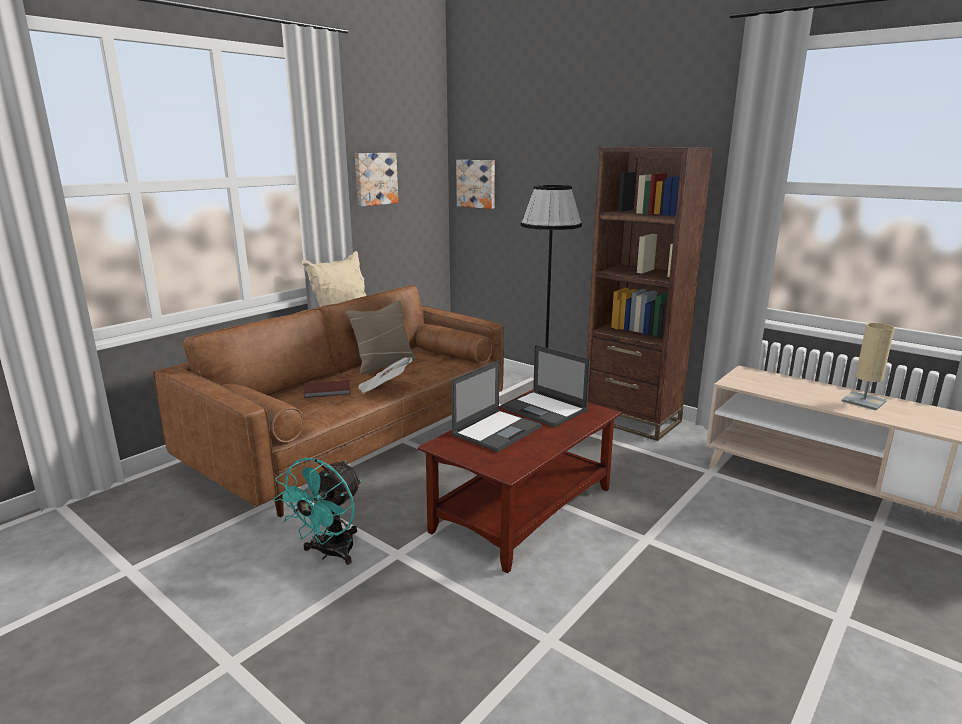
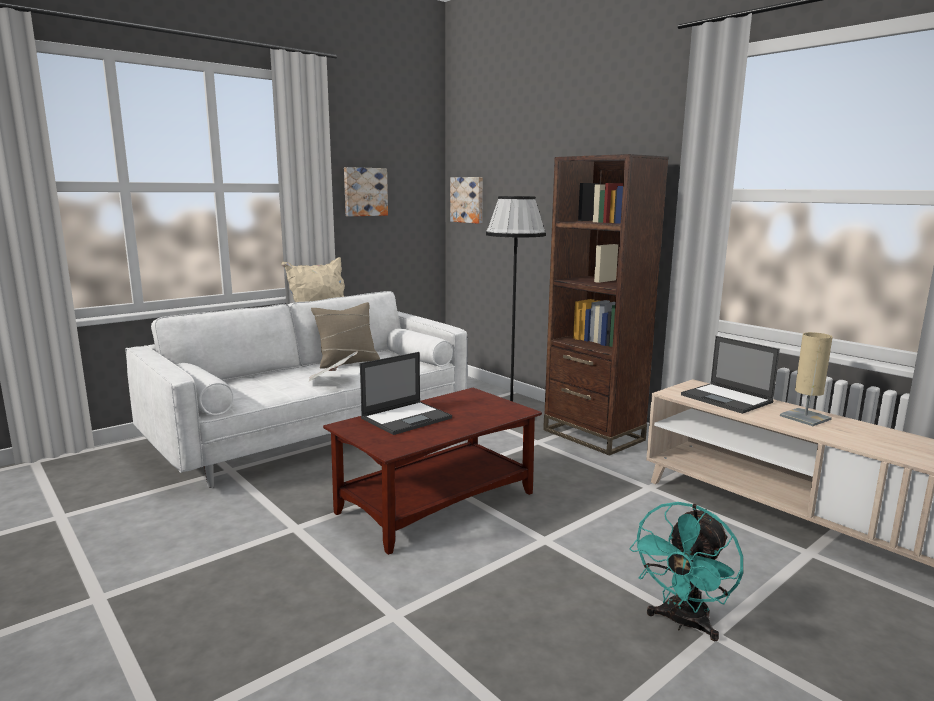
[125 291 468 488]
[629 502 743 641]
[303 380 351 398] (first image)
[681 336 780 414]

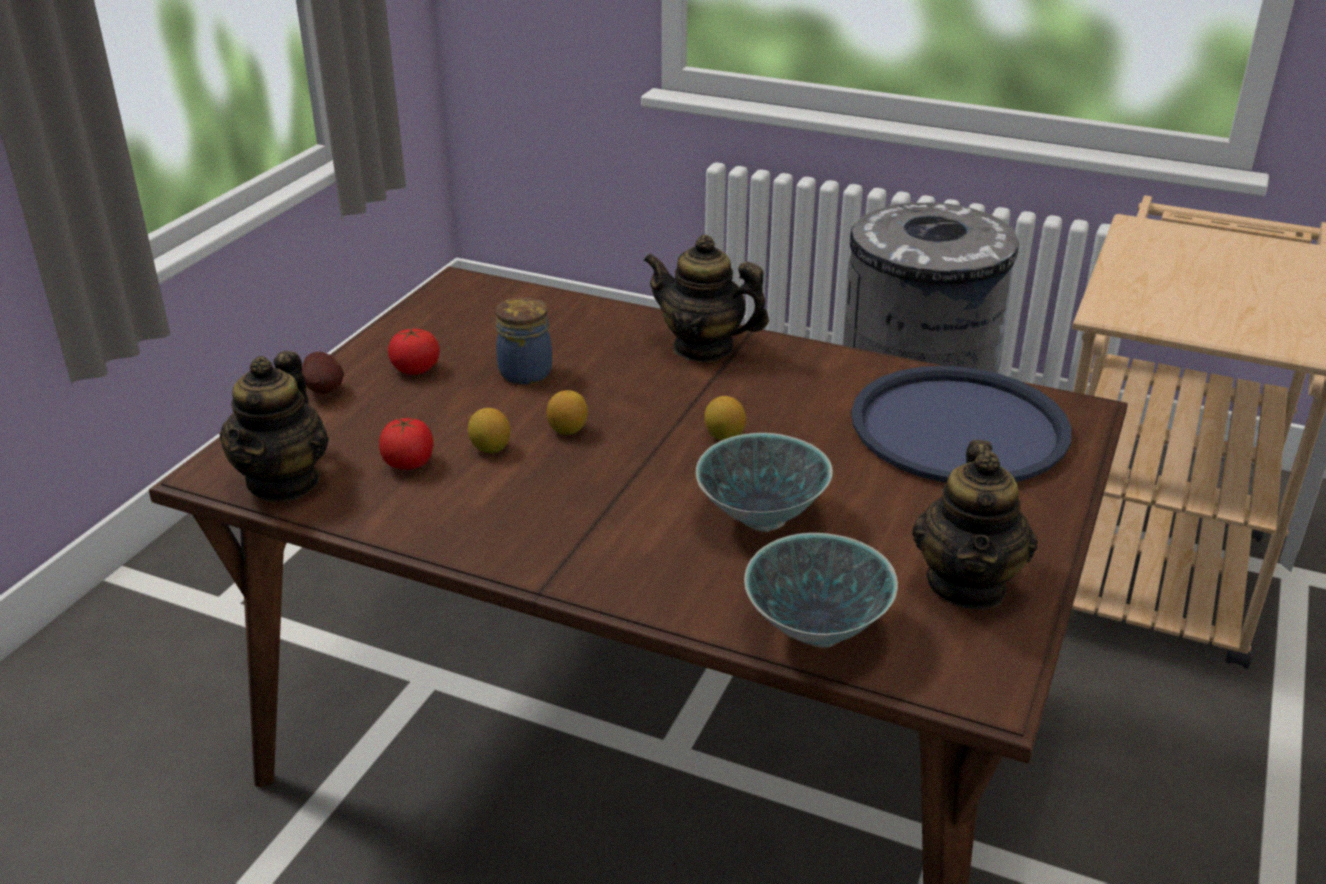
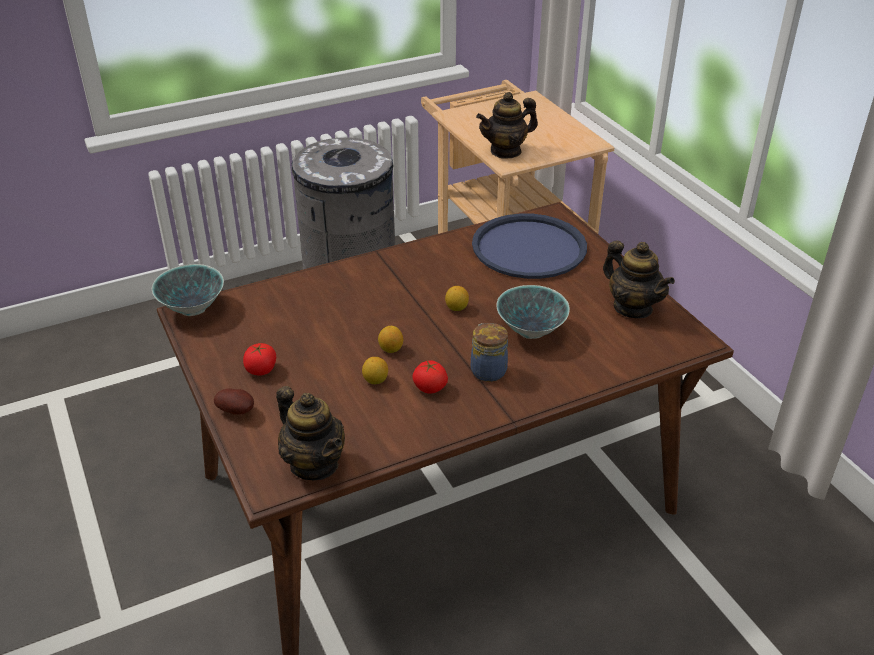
[412 360 448 394]
[471 323 508 382]
[476 92 538 159]
[152 264 224 316]

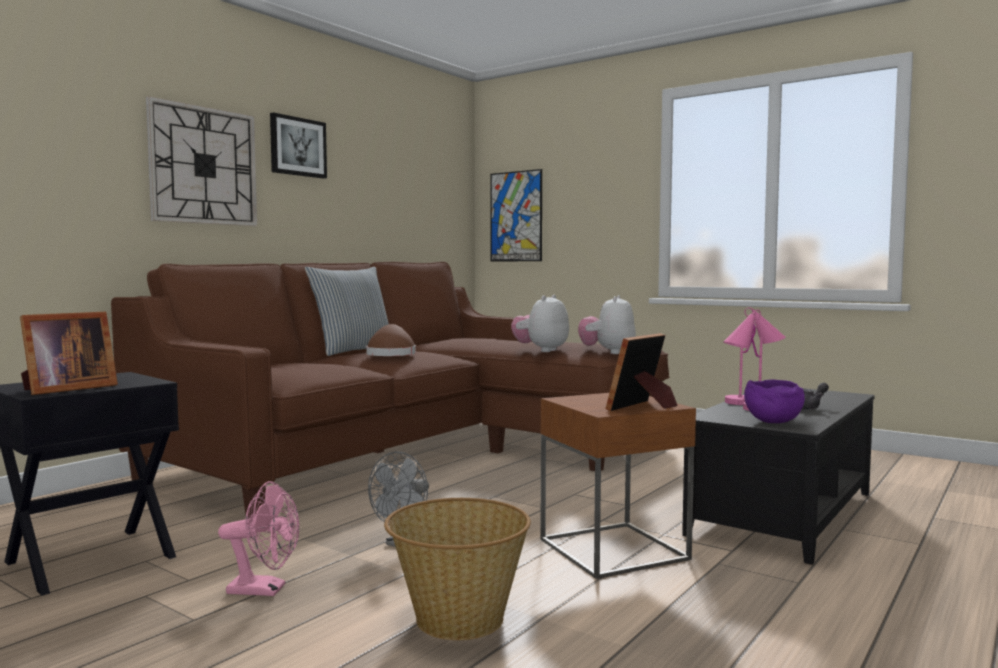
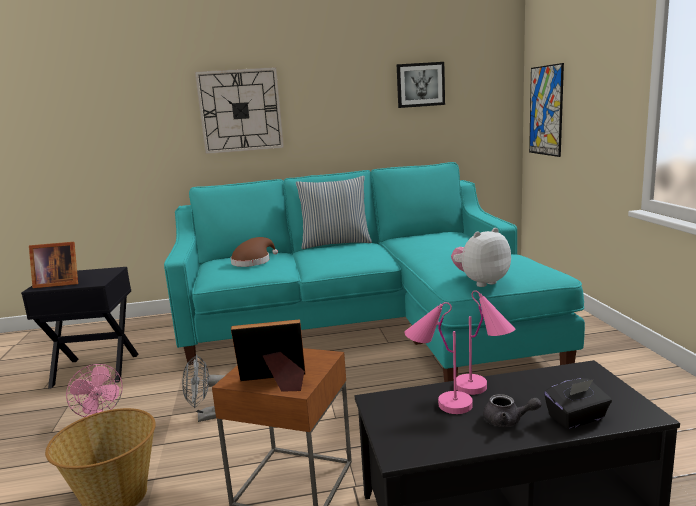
[164 162 585 382]
[397 62 445 108]
[231 237 278 267]
[511 295 569 352] (first image)
[744 380 805 423] (first image)
[544 378 612 429]

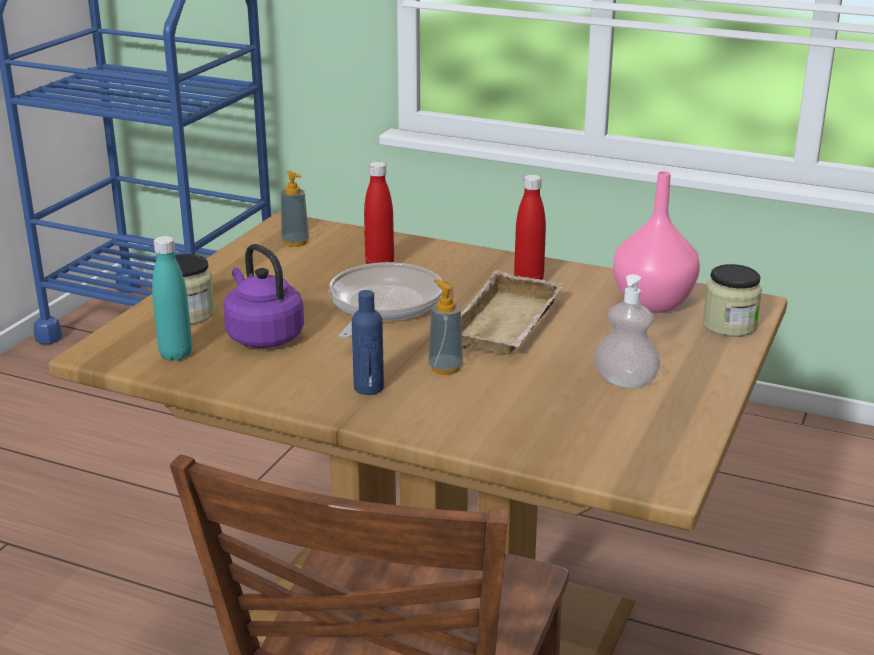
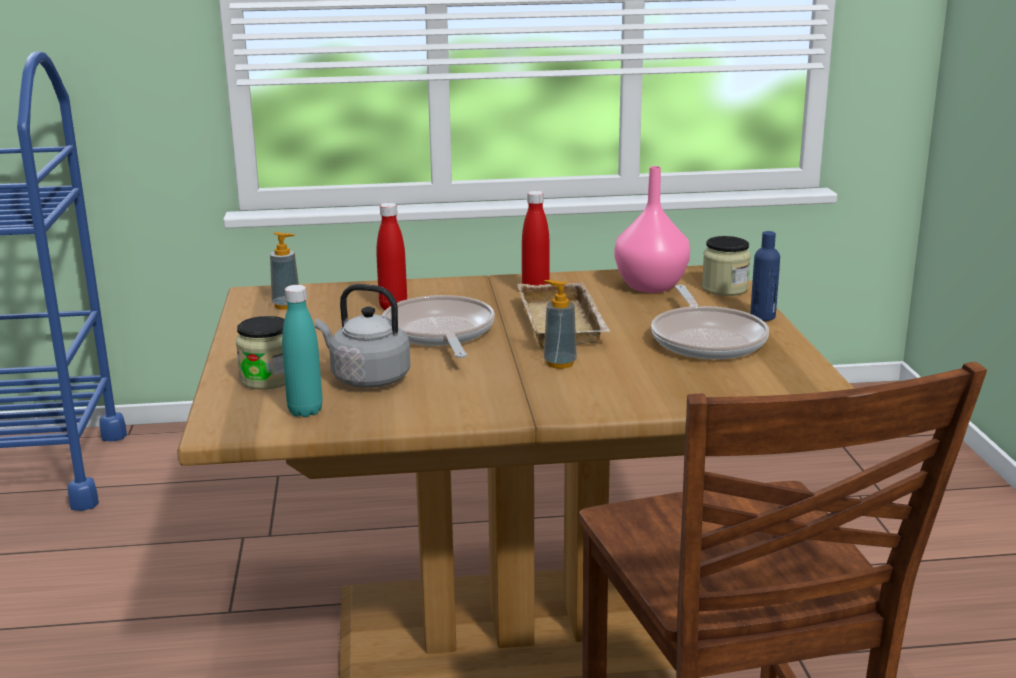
[315 284 410 388]
[750 231 780 321]
[651 285 769 359]

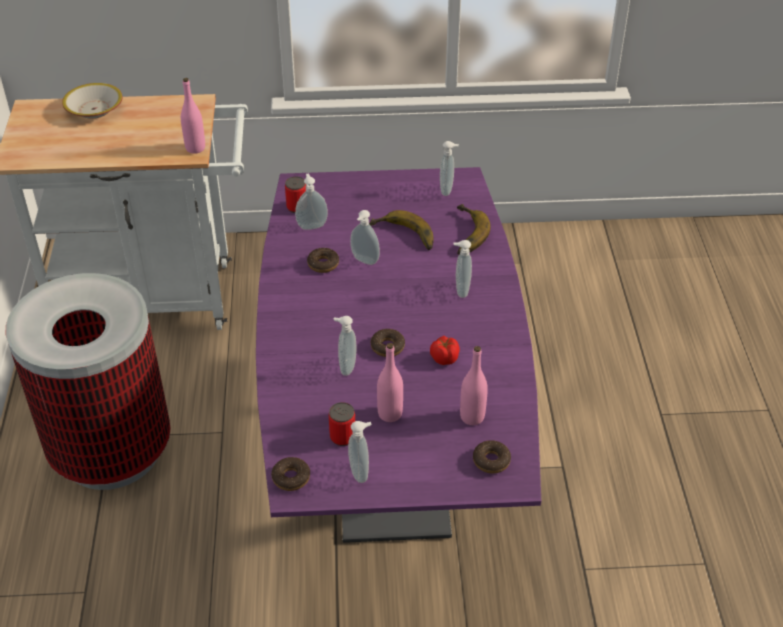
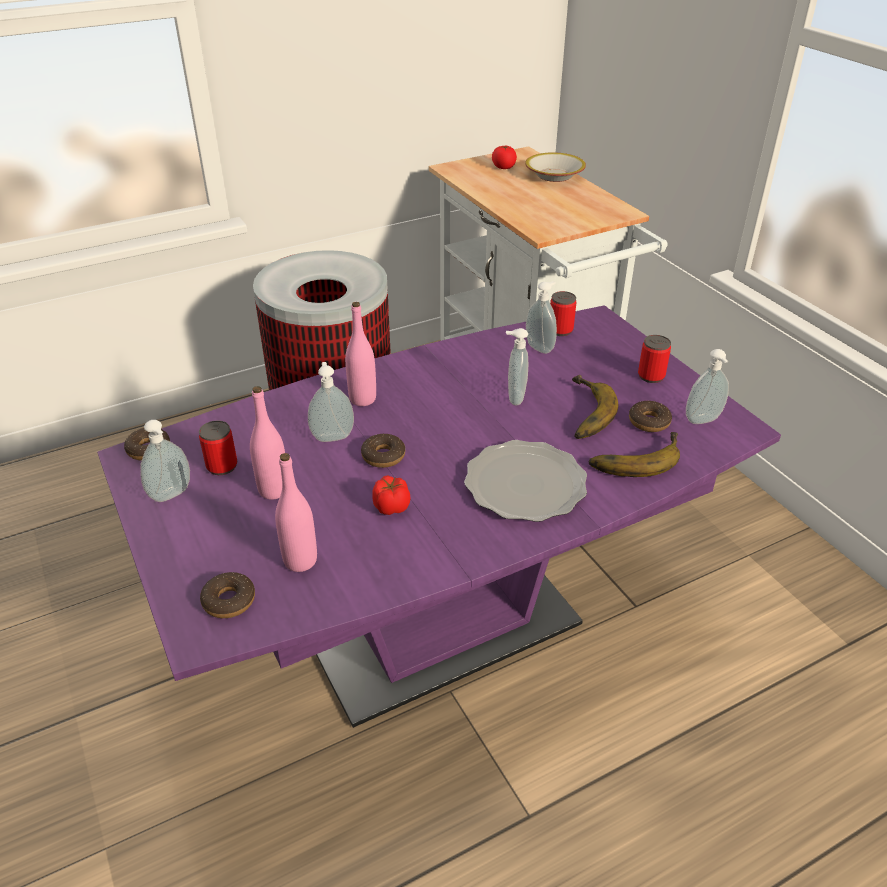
[345 302 376 406]
[629 401 672 432]
[464 440 587 522]
[492 146 517 169]
[638 335 671 383]

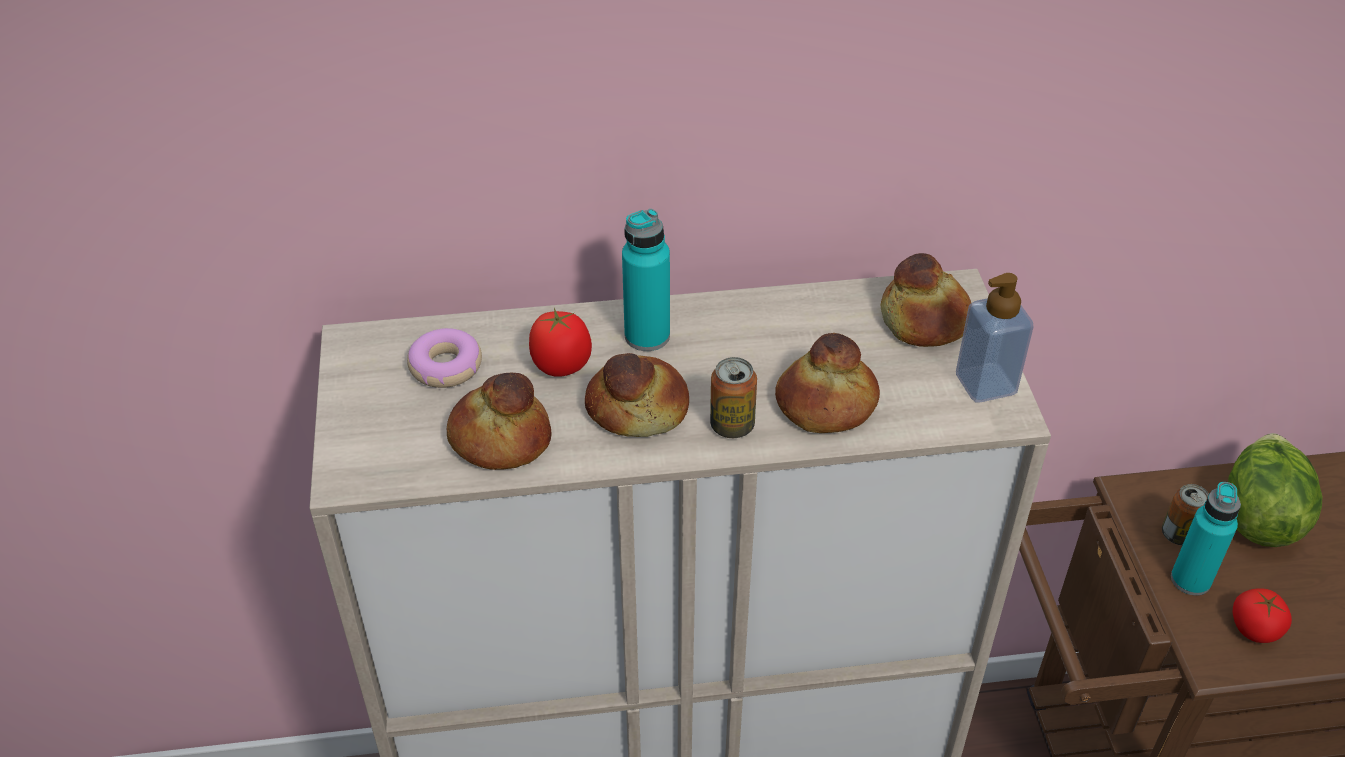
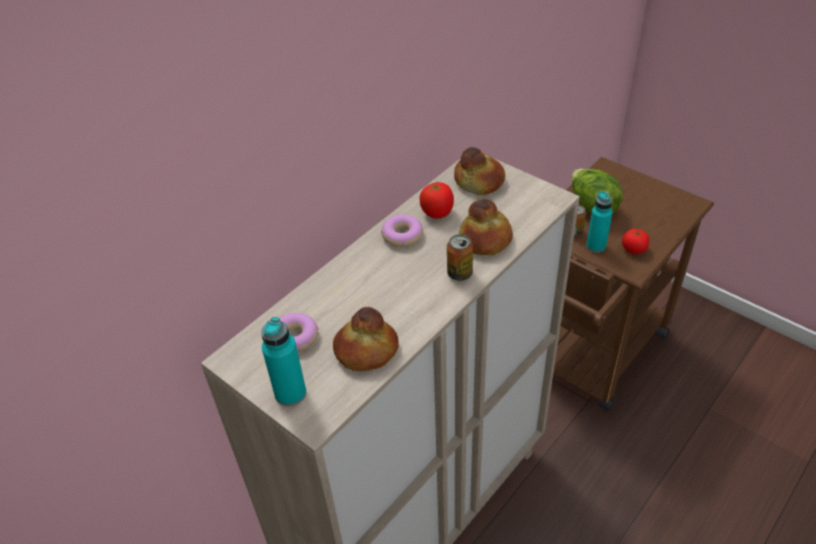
[419 181 454 219]
[585 353 689 437] (first image)
[261 317 306 406]
[956 273 1033 403] (first image)
[381 214 423 247]

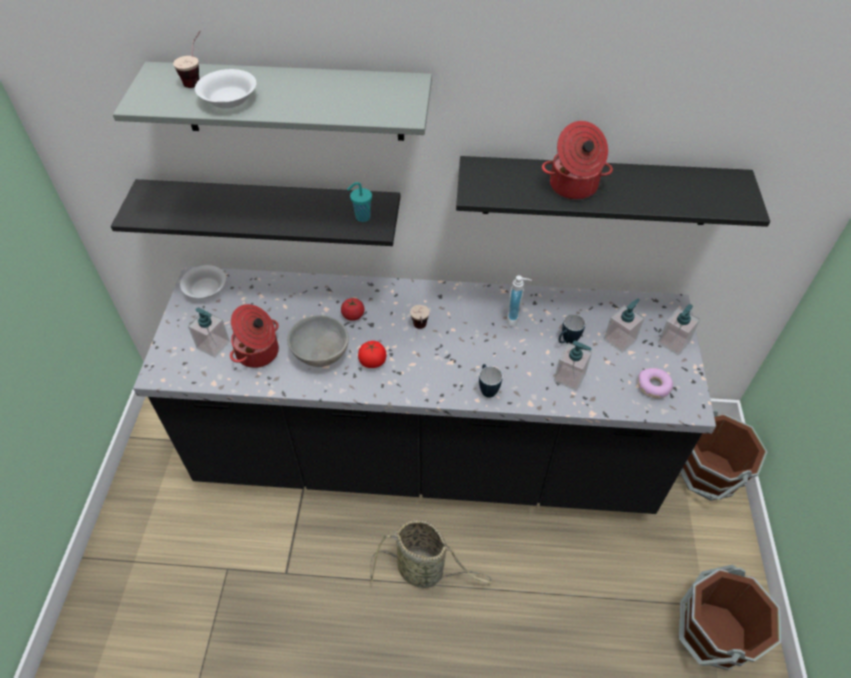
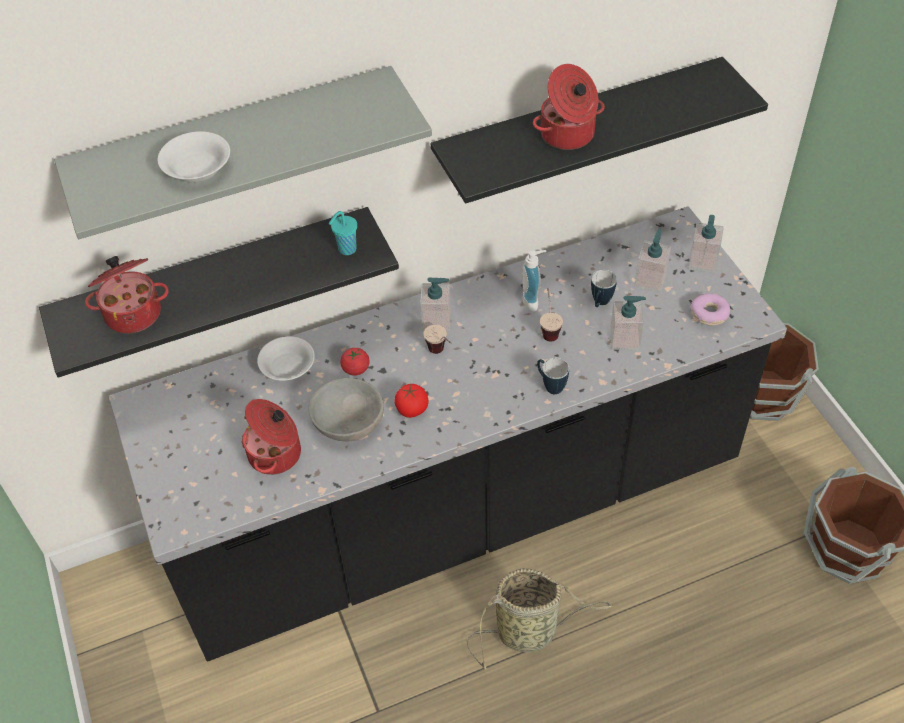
[540 288 563 342]
[257 336 315 381]
[420 277 451 331]
[85 256 169 334]

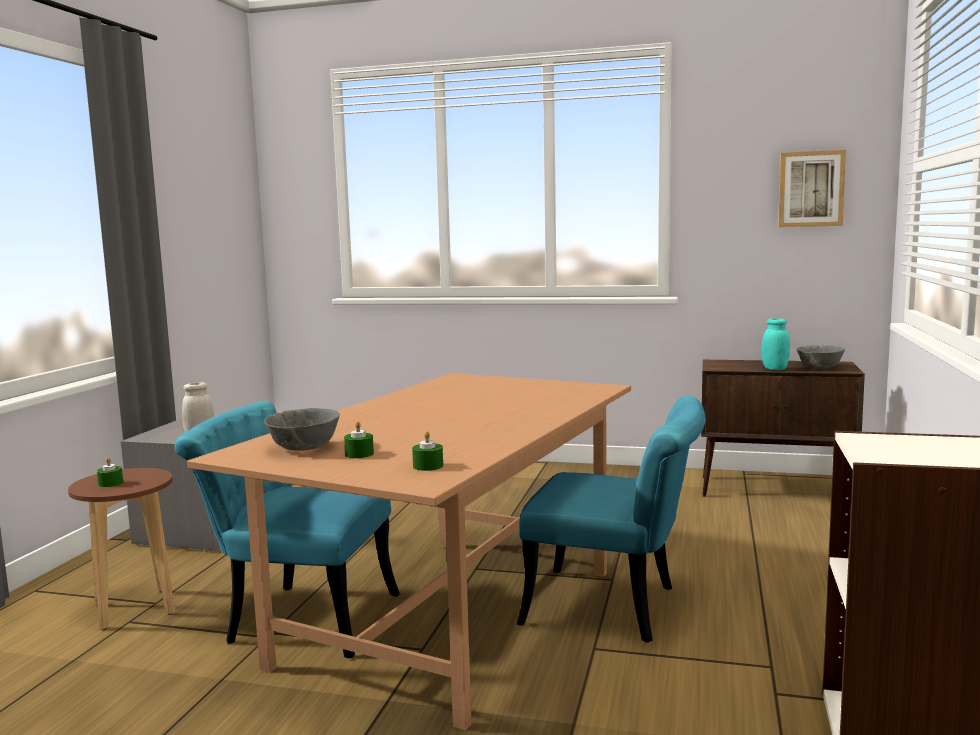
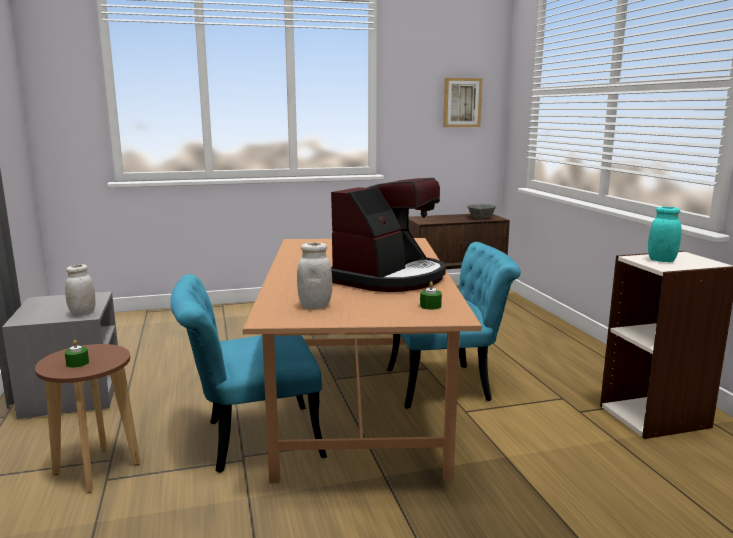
[297 242 332 309]
[344 421 374 458] (first image)
[648 207 682 262]
[331 178 446 292]

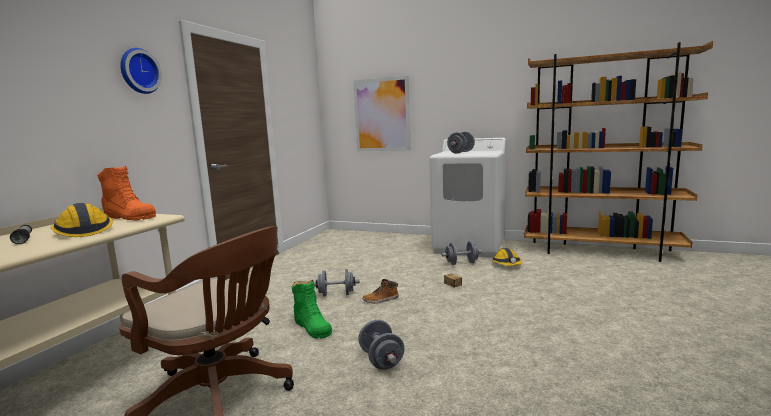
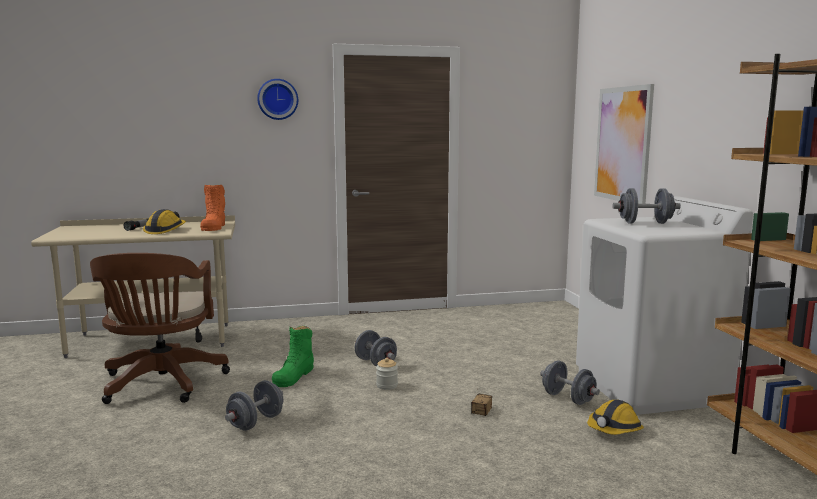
[376 358 398 390]

